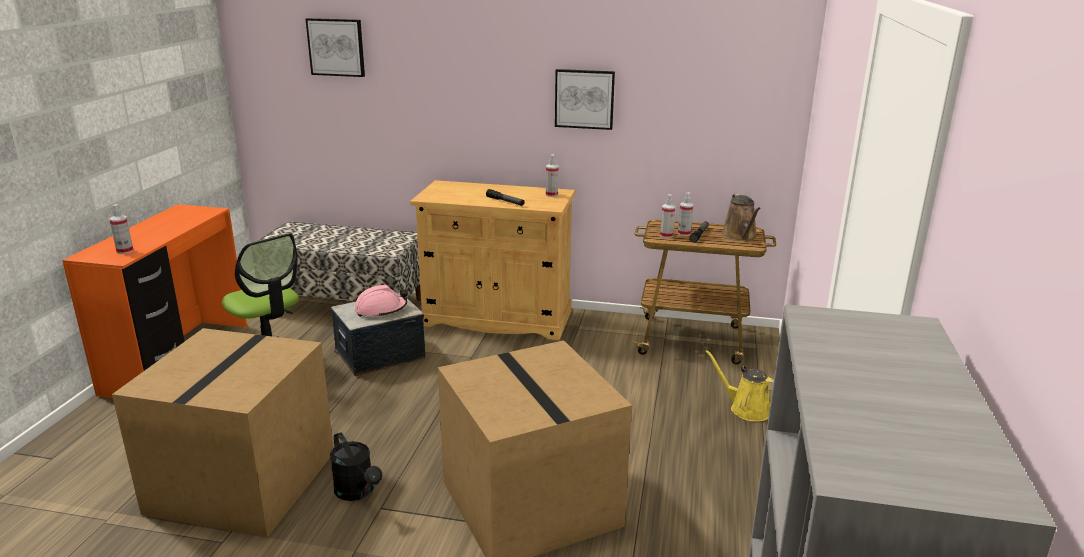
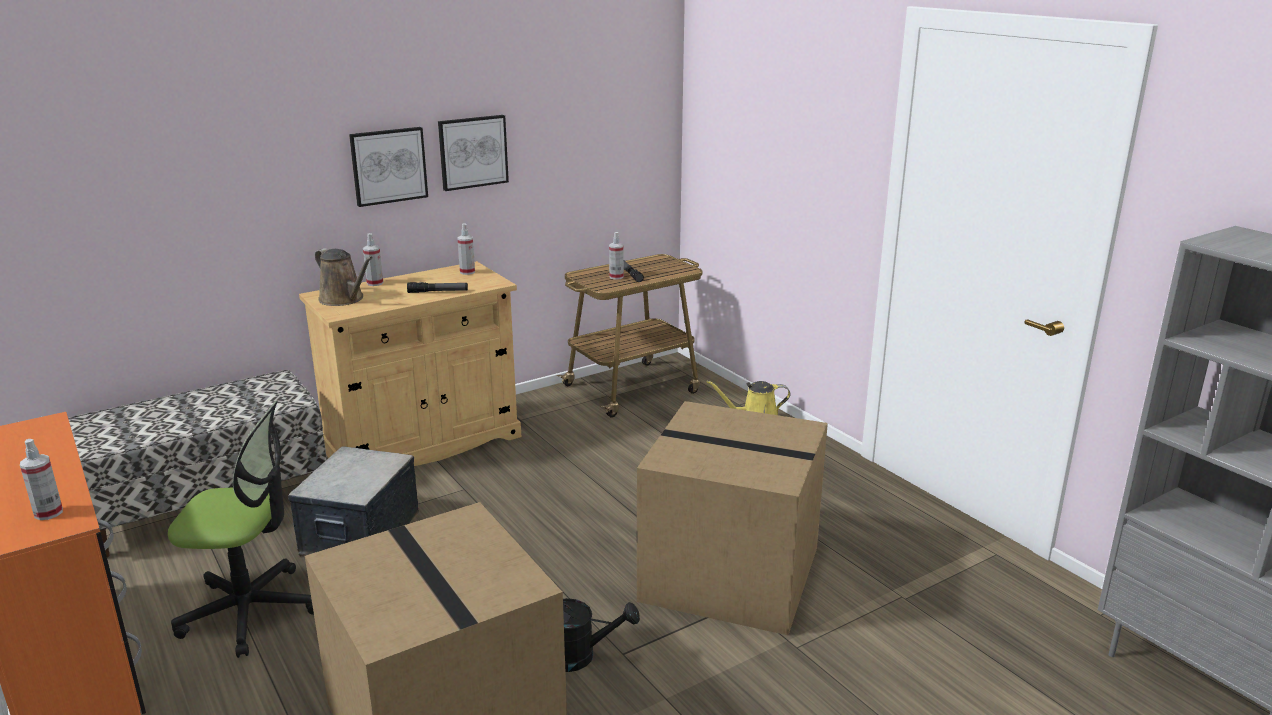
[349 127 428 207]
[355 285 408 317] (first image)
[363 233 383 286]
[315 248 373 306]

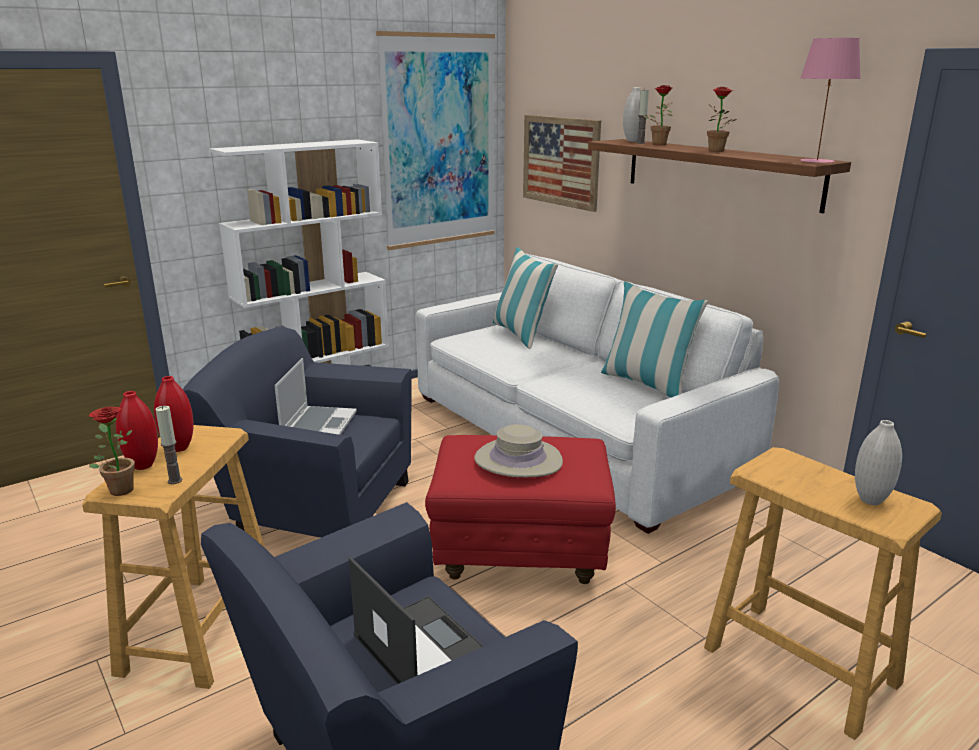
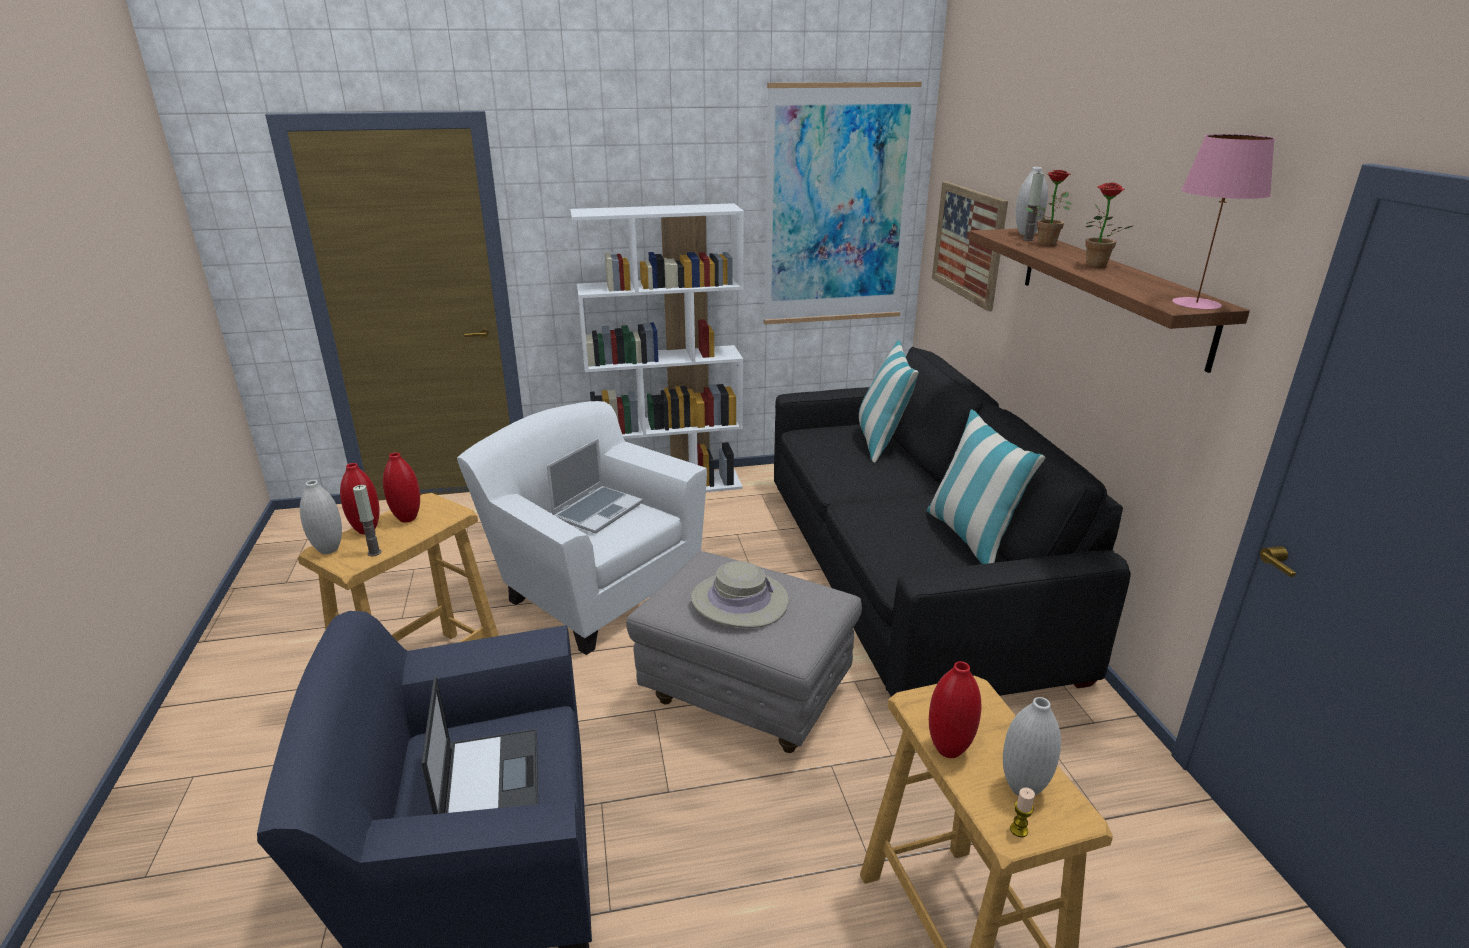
[300 480 342 554]
[457 401 707 655]
[774 347 1131 697]
[626 551 862 753]
[929 661 981 758]
[1010 788 1035 837]

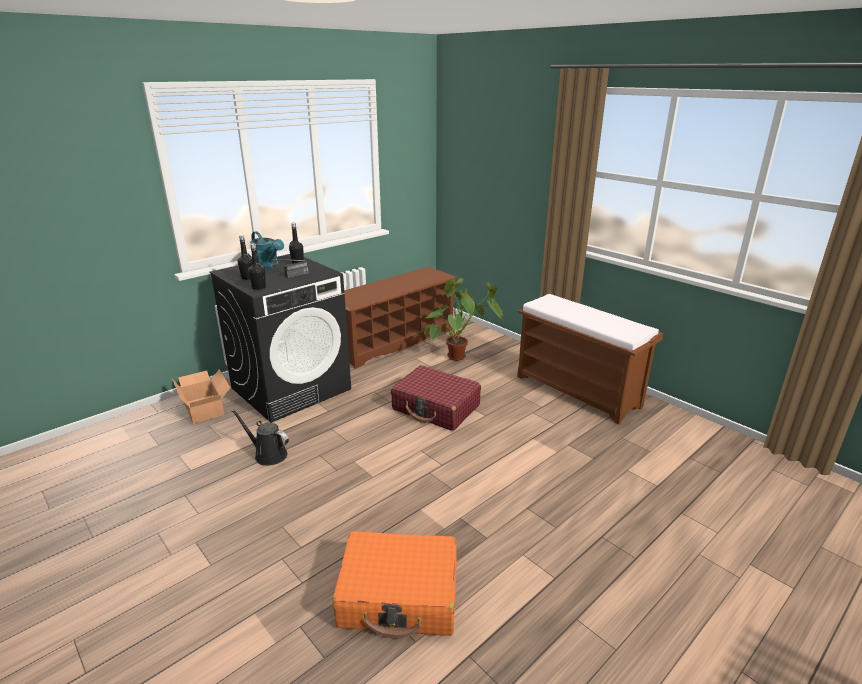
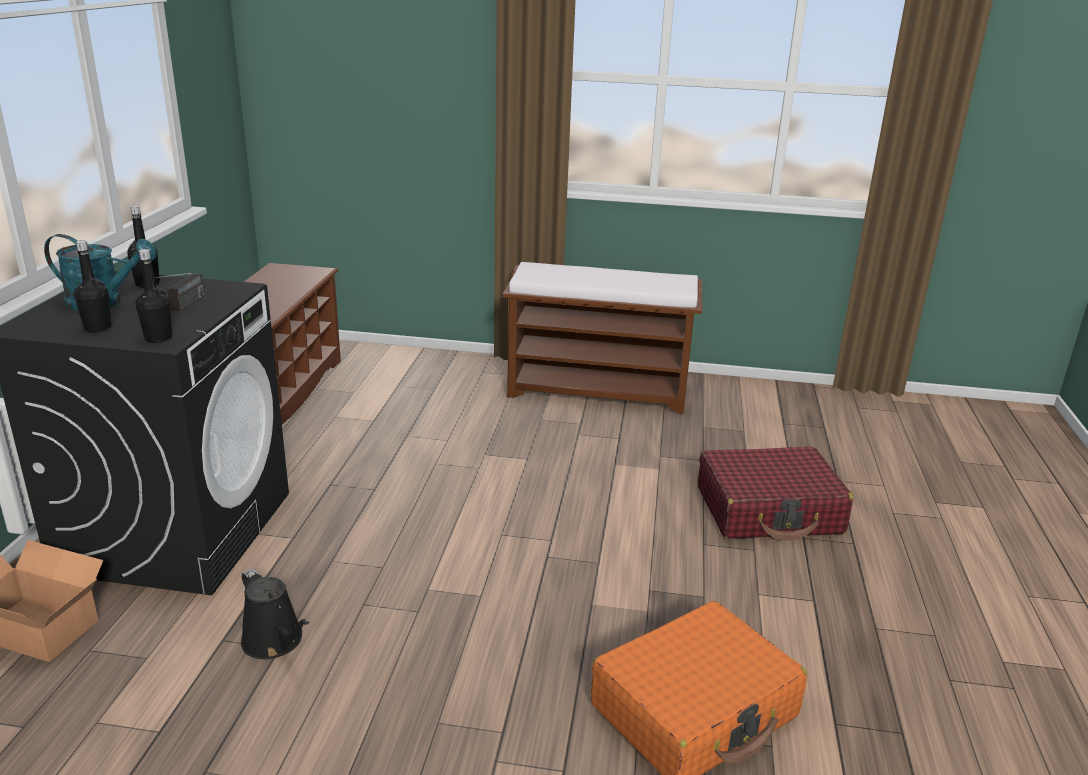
[241 568 309 659]
[698 447 853 541]
[424 278 504 361] (first image)

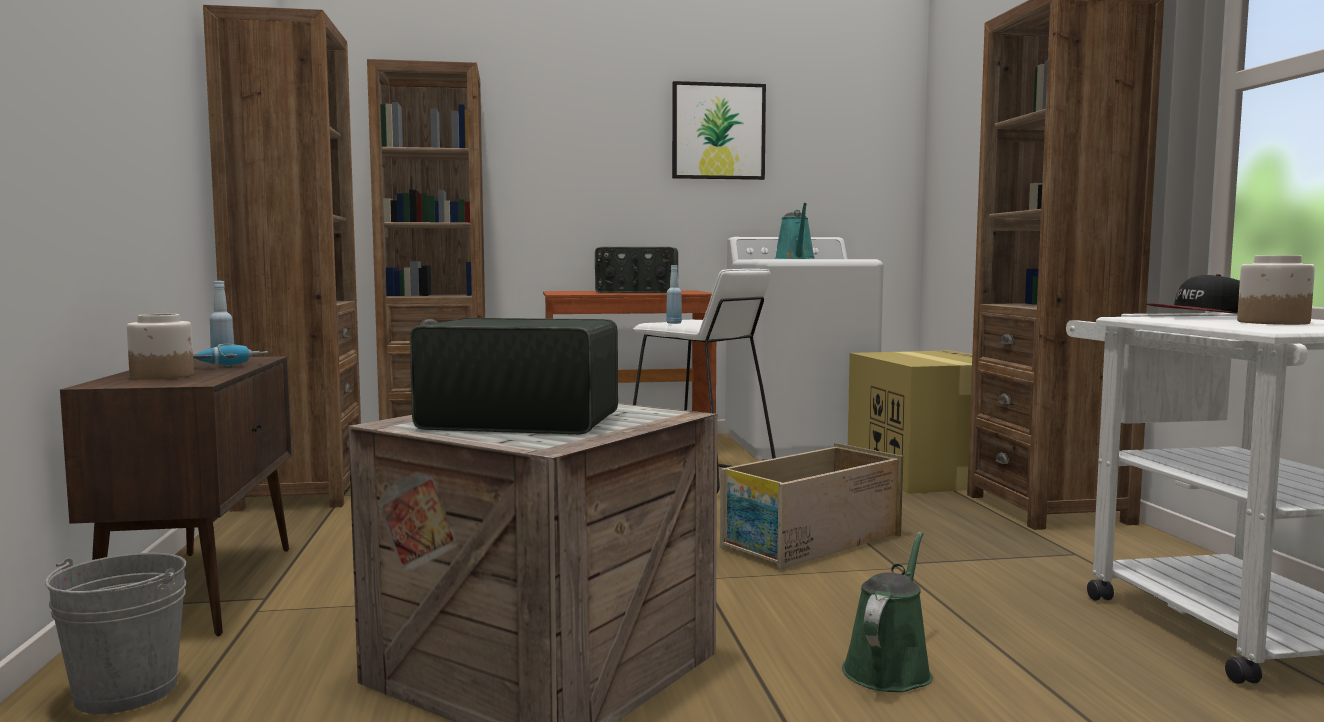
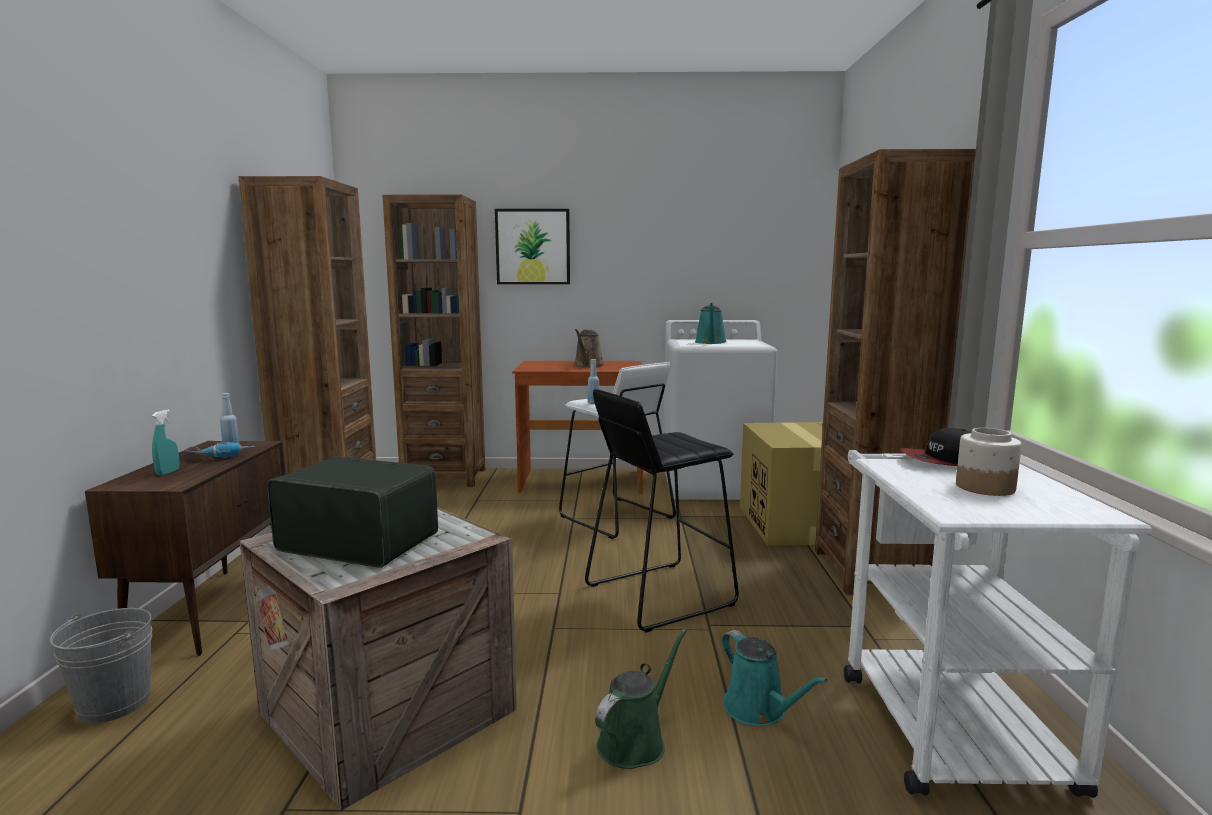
[152 409 179 475]
[574 329 604 367]
[495 209 570 284]
[585 389 739 632]
[721 630 828 726]

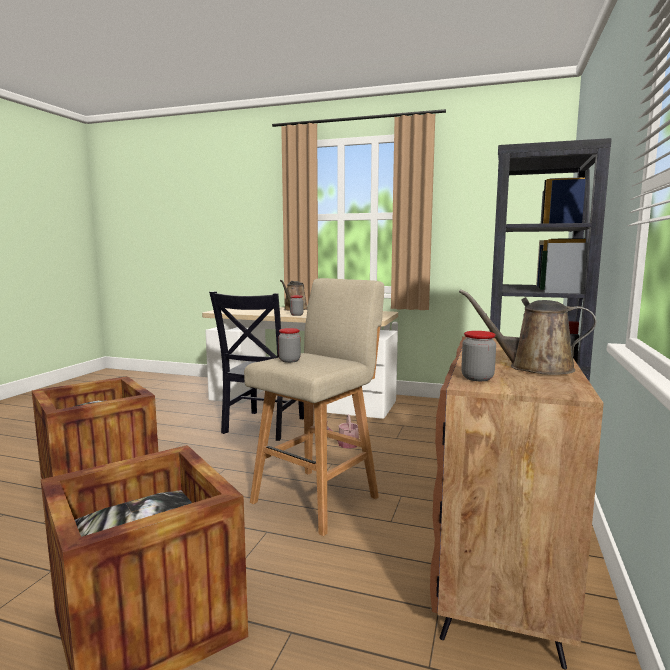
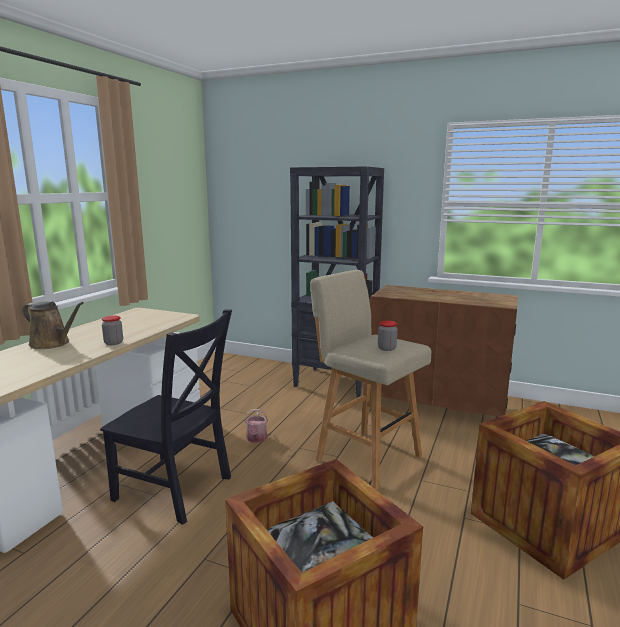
[459 289 596 375] (first image)
[461 331 496 381] (first image)

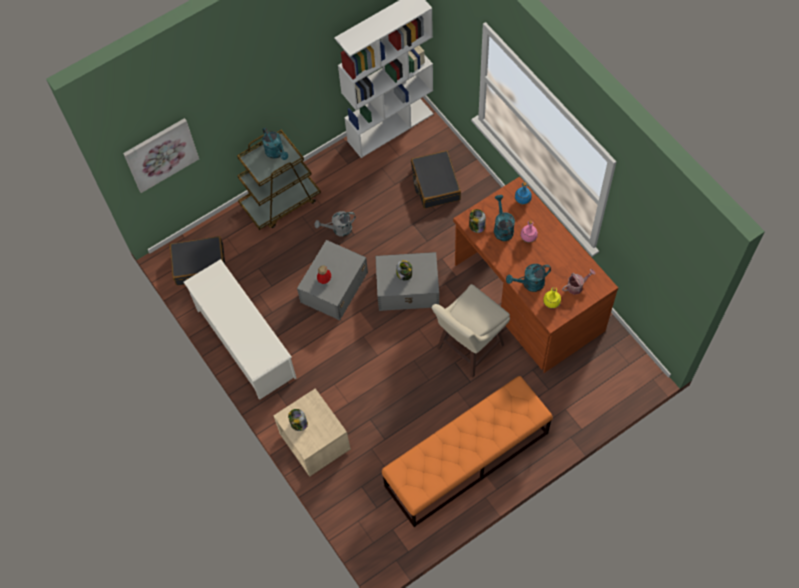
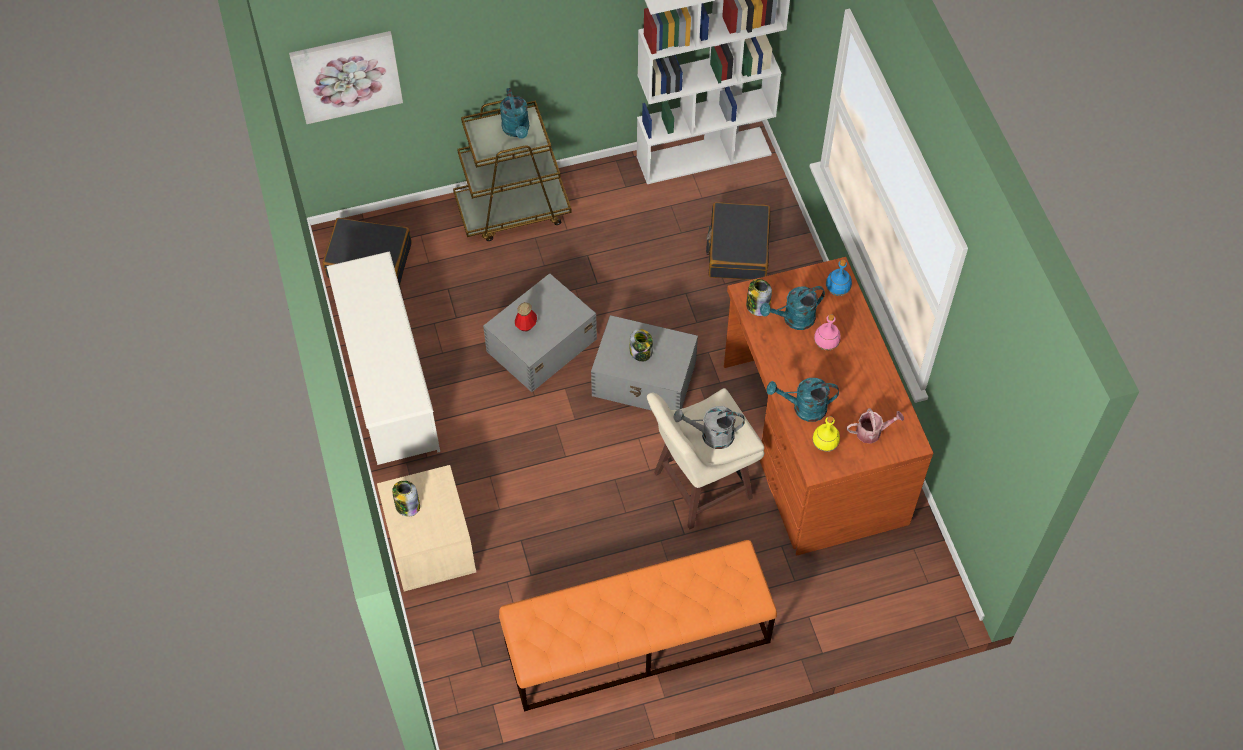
[673 406 745 449]
[760 286 825 330]

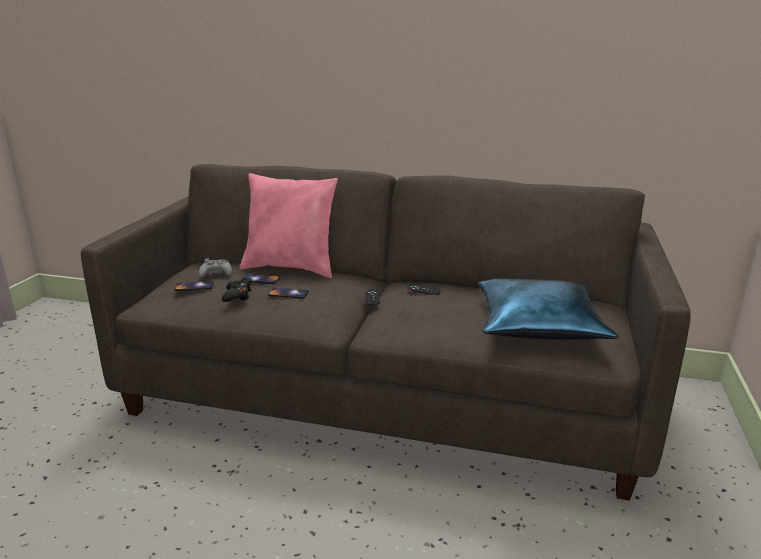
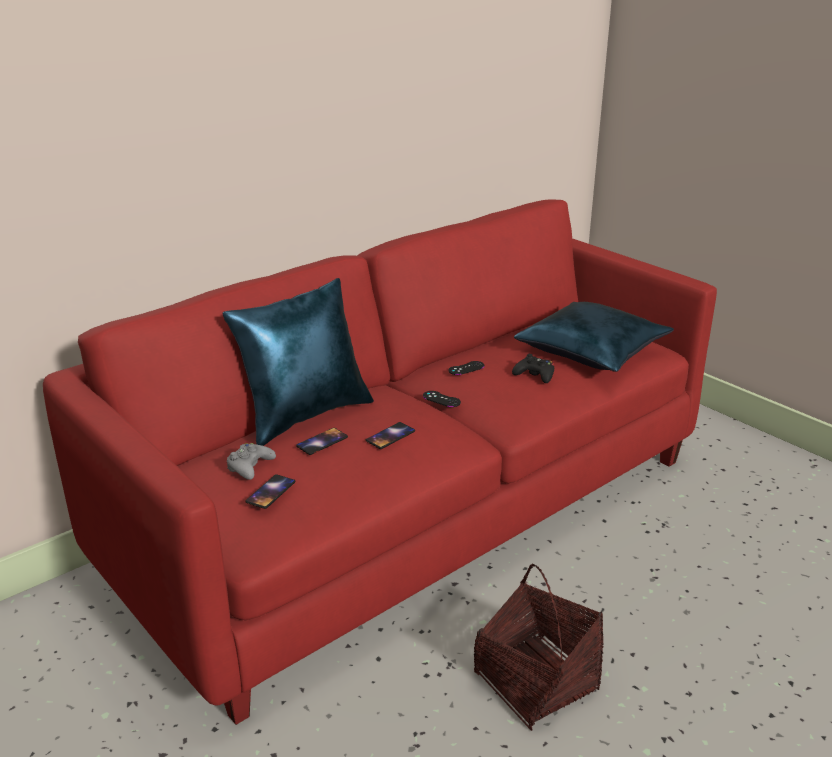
[43 200 717 725]
[512 354 554 383]
[223 278 374 446]
[473 563 604 731]

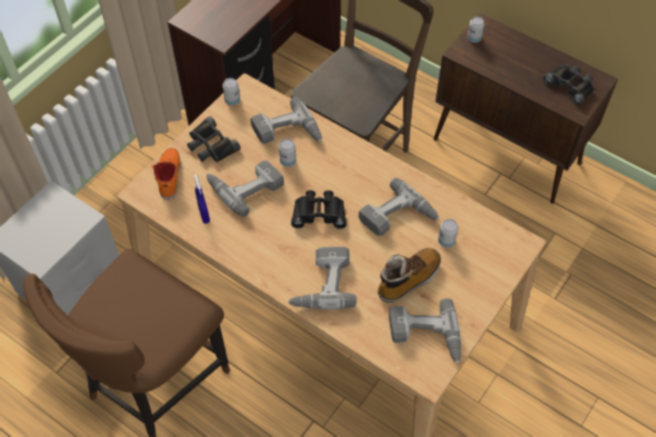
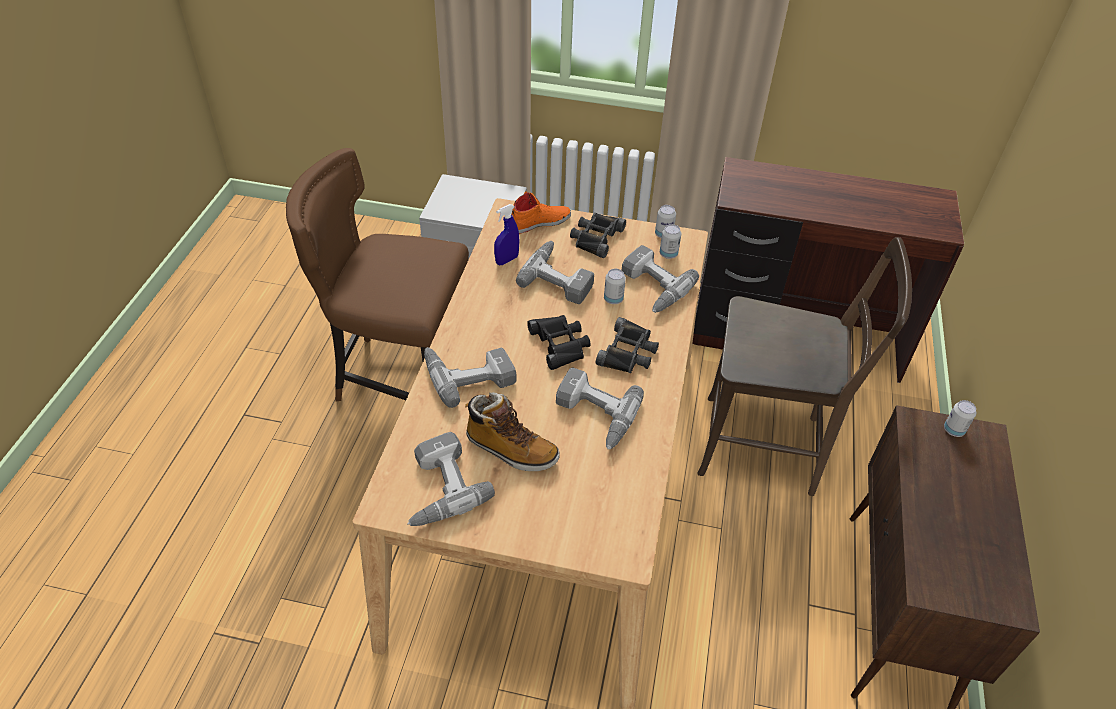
[660 224 681 259]
[596 317 659 373]

